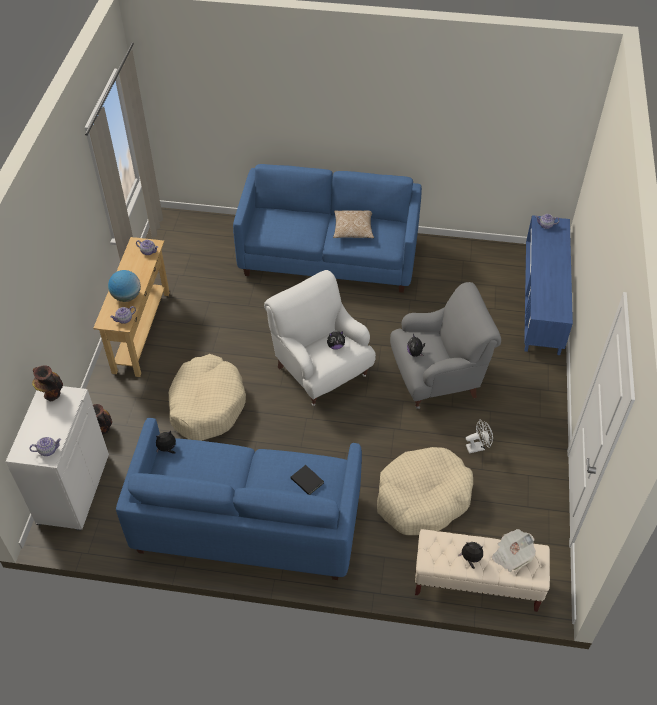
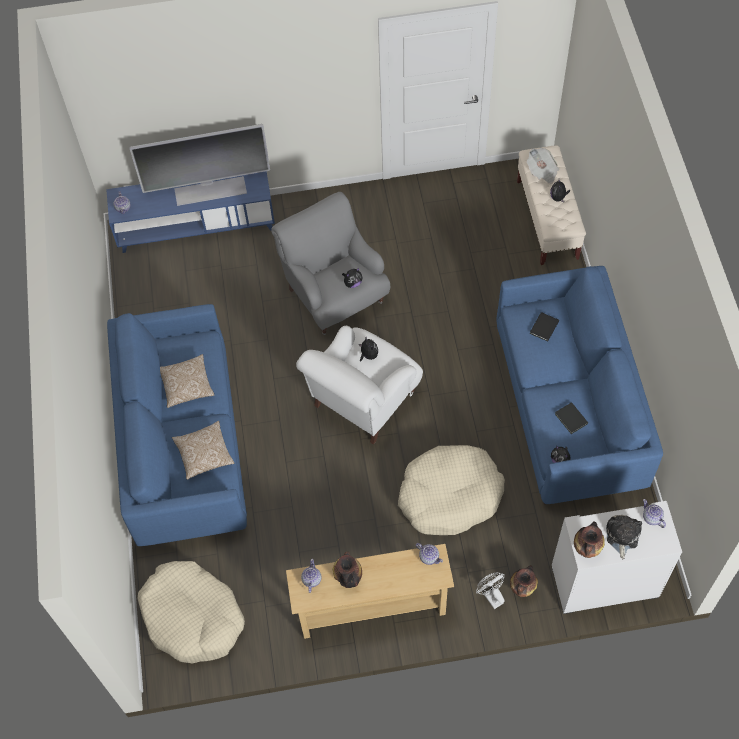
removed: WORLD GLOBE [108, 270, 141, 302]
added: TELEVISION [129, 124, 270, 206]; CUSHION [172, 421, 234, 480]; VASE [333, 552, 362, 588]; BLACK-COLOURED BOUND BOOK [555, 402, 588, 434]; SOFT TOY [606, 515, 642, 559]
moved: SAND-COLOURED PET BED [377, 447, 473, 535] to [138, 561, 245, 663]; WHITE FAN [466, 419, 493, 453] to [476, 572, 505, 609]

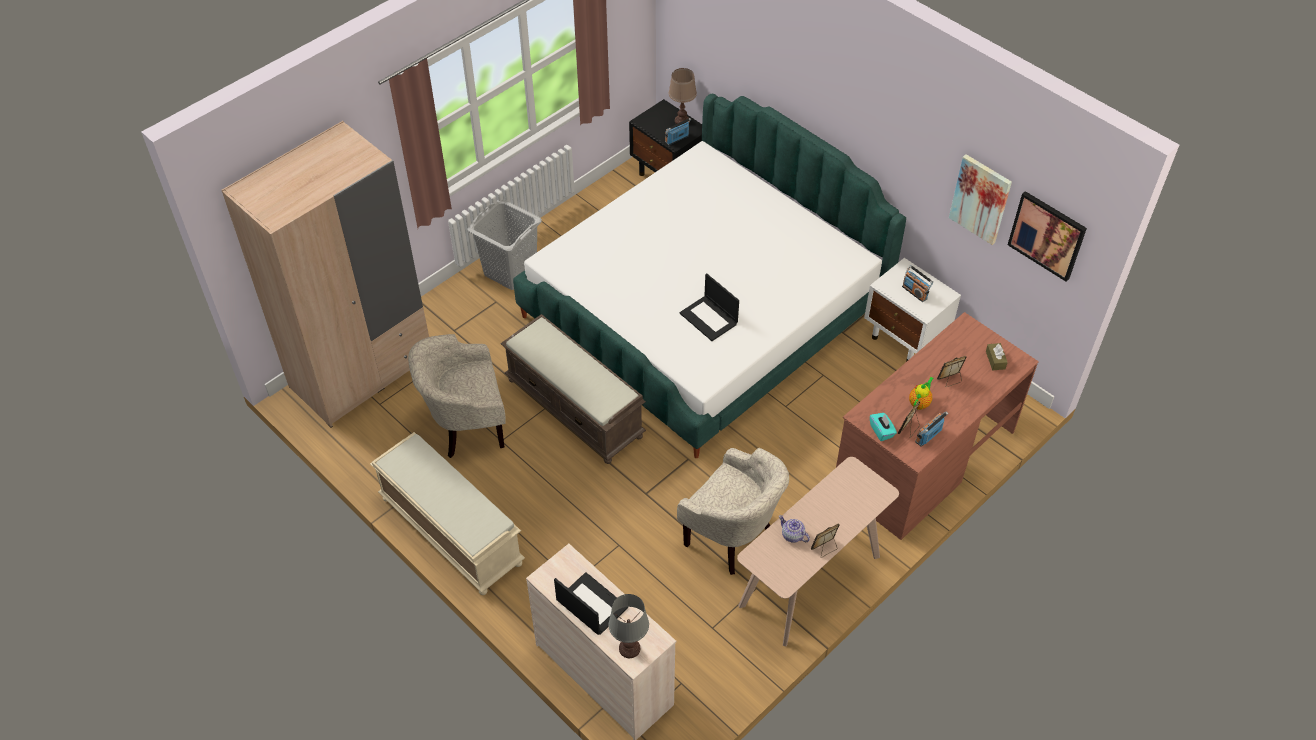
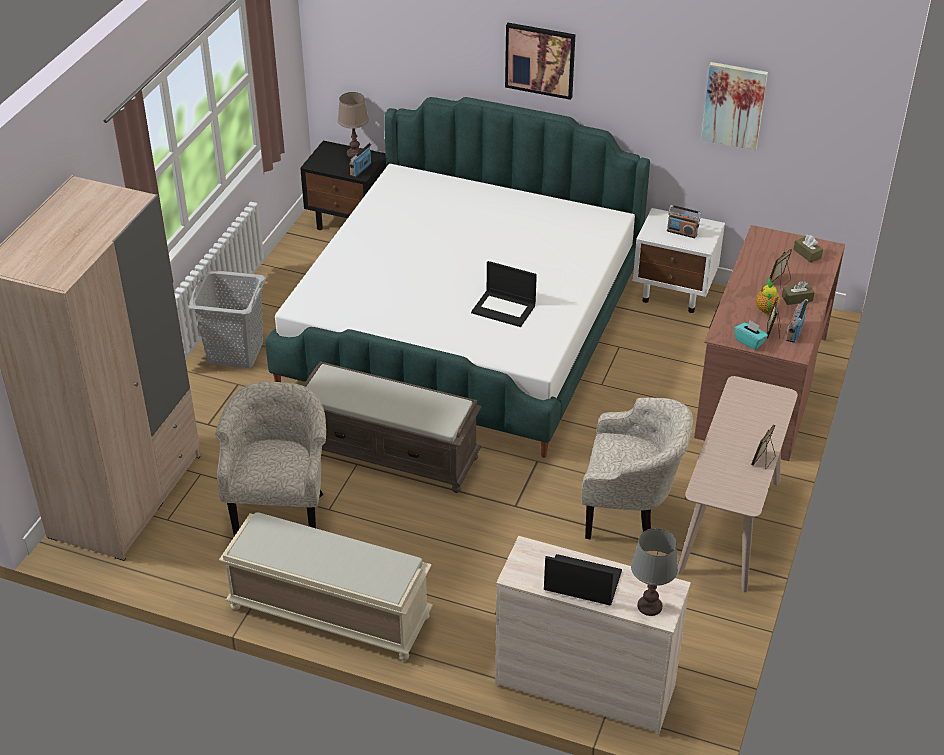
removed: POT FOR TEA [779, 515, 810, 543]
added: BROWN BOX OF TISSUES [782, 281, 815, 305]
moved: PICTURE [1008, 191, 1087, 282] to [505, 23, 575, 100]
turned: SAND-COLOURED ARMCHAIR [408, 334, 506, 458] = [215, 382, 326, 536] 135 degrees clockwise

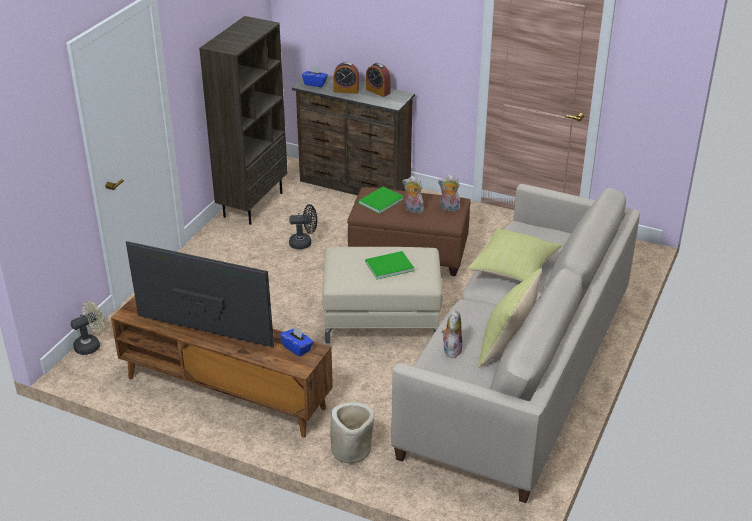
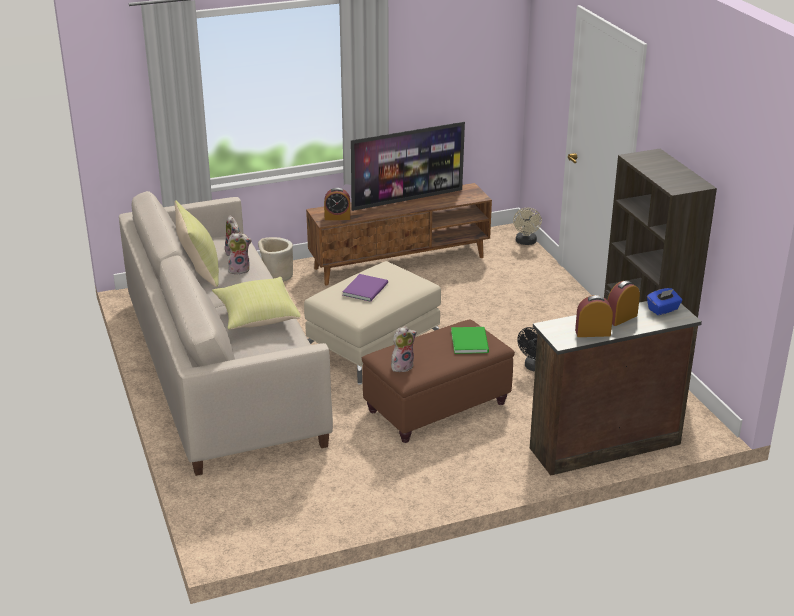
moved: SOFT TOY [402, 176, 424, 214] to [228, 233, 252, 274]
replaced: BLUE BOX OF TISSUES [280, 327, 313, 357] to TABLE CLOCK [324, 188, 351, 220]
recoloured: GREEN BOUND BOOK [365, 251, 414, 280] to PURPLISH BOUND BOOK [342, 274, 388, 302]

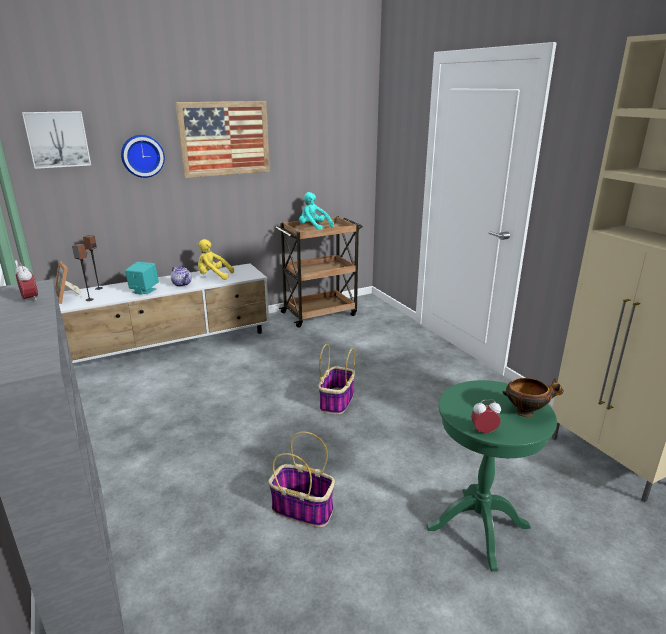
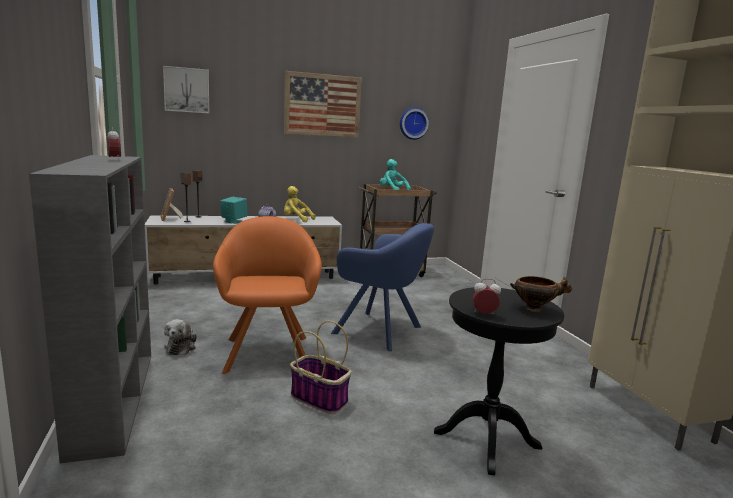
added: SOFT TOY [164, 319, 197, 355]; ORANGEY ARMCHAIR [213, 216, 322, 374]
moved: WALL CLOCK [121, 135, 165, 178] to [400, 107, 429, 140]
replaced: HOUSEHOLD BASKET [318, 344, 355, 414] to BLUE ARMCHAIR [331, 223, 434, 351]
recoloured: GREEN ACCENT TABLE [427, 380, 557, 571] to BLACK-COLOURED ACCENT TABLE [434, 287, 564, 475]

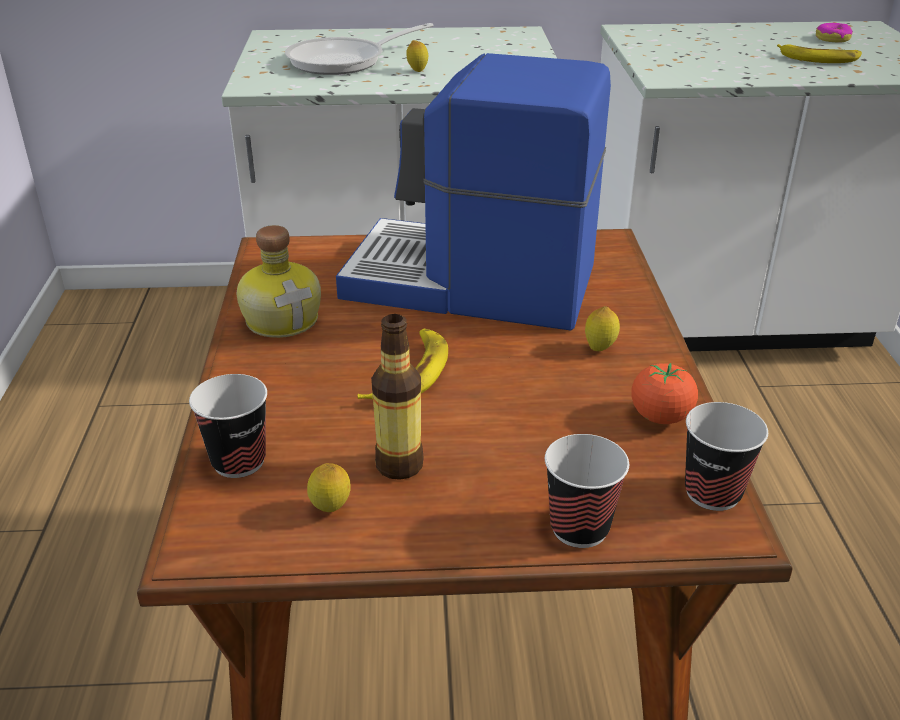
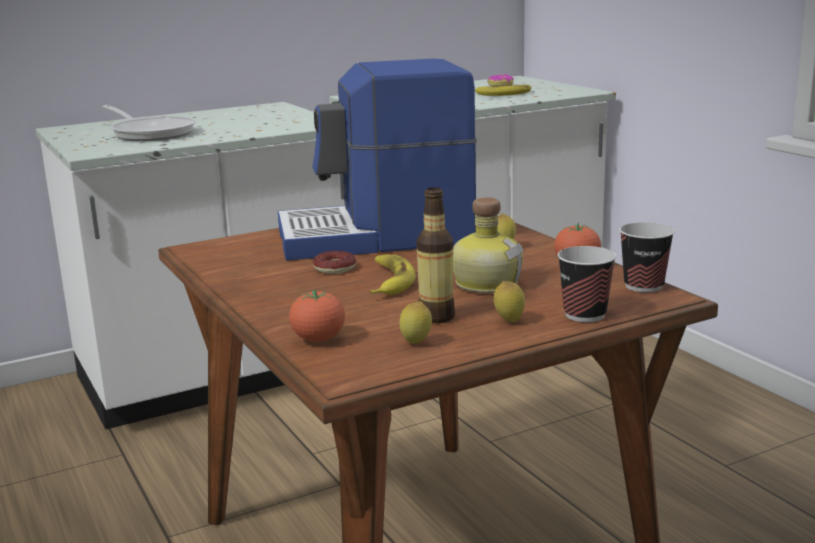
added: DOUGHNUT [313, 251, 356, 274]
moved: BEVERAGE BOTTLE [237, 225, 321, 338] to [453, 197, 524, 293]; CITRUS FRUIT [406, 40, 428, 72] to [494, 281, 525, 322]
replaced: DRINKING CUP [189, 374, 267, 478] to WHOLE TOMATO [289, 289, 345, 342]
turned: SKILLET [285, 23, 434, 75] = [102, 105, 197, 141] 75 degrees counterclockwise

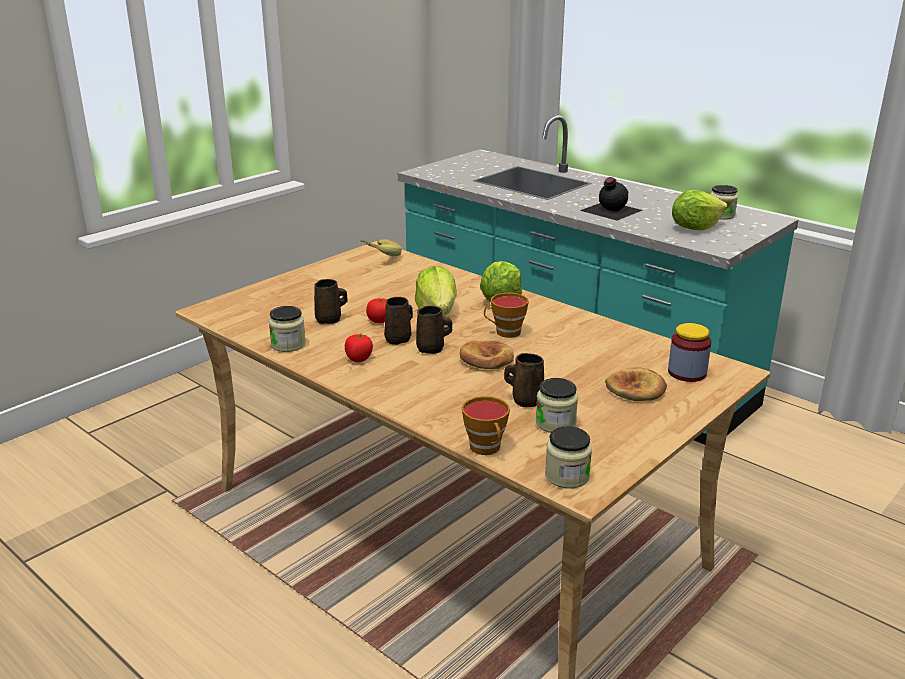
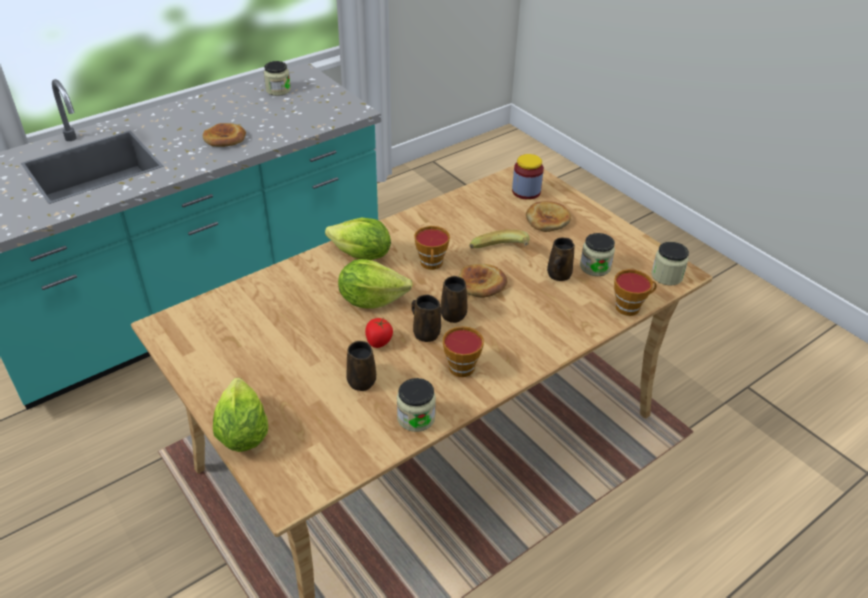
moved: LETTUCE [672, 190, 727, 230] to [213, 378, 268, 452]; WHOLE BANANA [360, 239, 402, 256] to [470, 230, 530, 248]
replaced: BLACK-COLOURED BEVERAGE BOTTLE [580, 177, 642, 221] to BAKERY BREAD [203, 123, 246, 147]; WHOLE TOMATO [345, 334, 373, 363] to DRINKING CUP [443, 326, 484, 377]

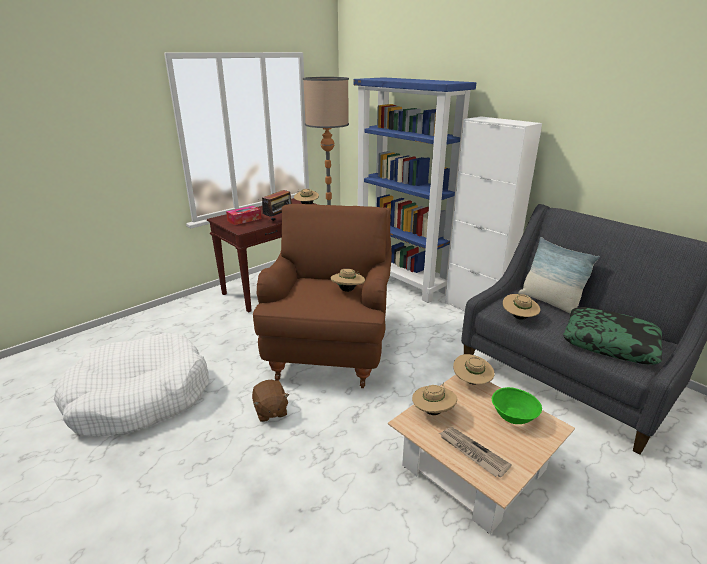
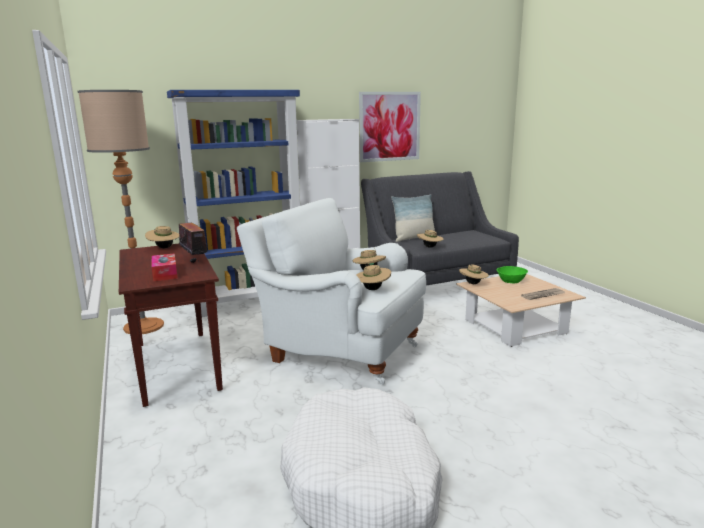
removed: BROWN SOFT TOY [252, 380, 289, 422]; CUSHION [563, 307, 662, 365]
added: PICTURE [359, 92, 421, 162]
moved: SAND-COLOURED WEARABLE HAT [412, 383, 457, 415] to [356, 263, 391, 290]
recoloured: BROWN ARMCHAIR [253, 204, 392, 388] to WHITE ARMCHAIR [237, 198, 426, 385]

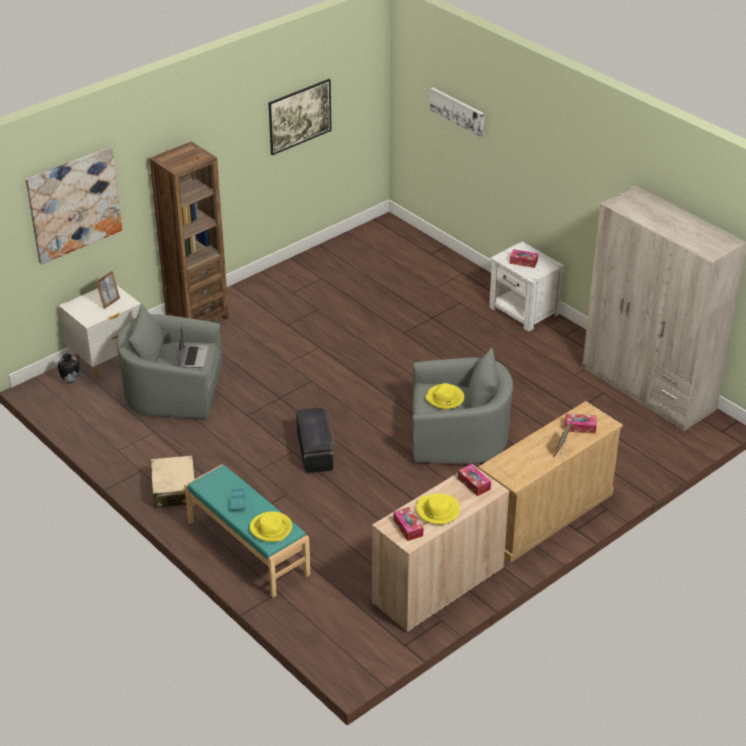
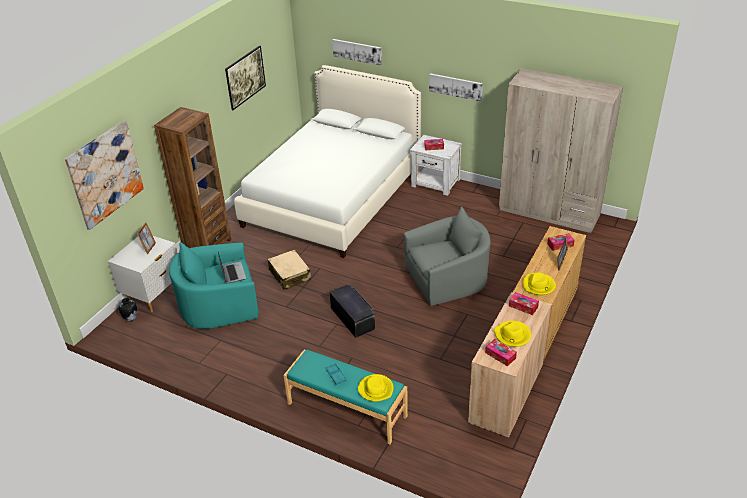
added: WHITE BED [234, 65, 421, 258]; PICTURE [429, 73, 483, 102]
moved: SAND-COLOURED SUITCASE [151, 455, 195, 508] to [268, 249, 311, 290]; YELLOW-COLOURED WEARABLE HAT [425, 383, 464, 409] to [523, 272, 556, 295]
recoloured: GRAY ARMCHAIR [117, 304, 222, 419] to BLUE-GREEN ARMCHAIR [169, 242, 258, 329]

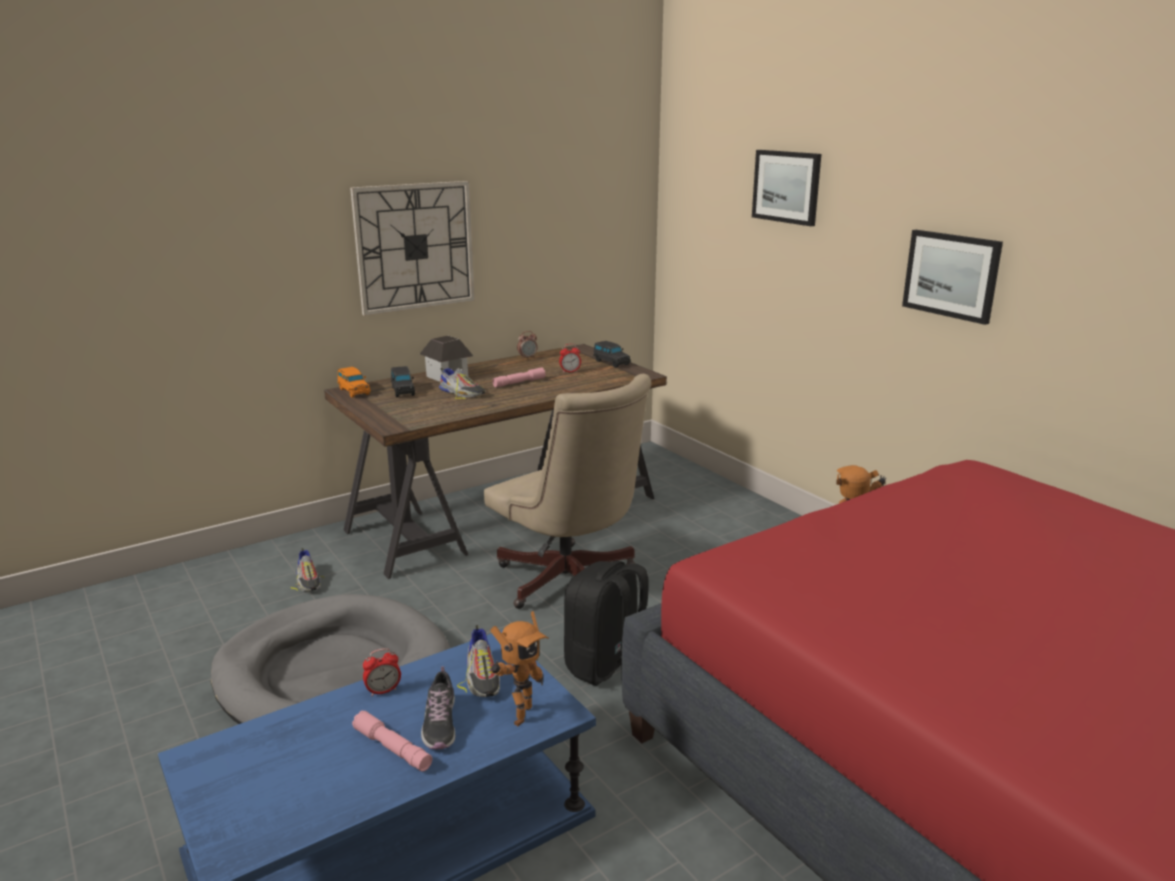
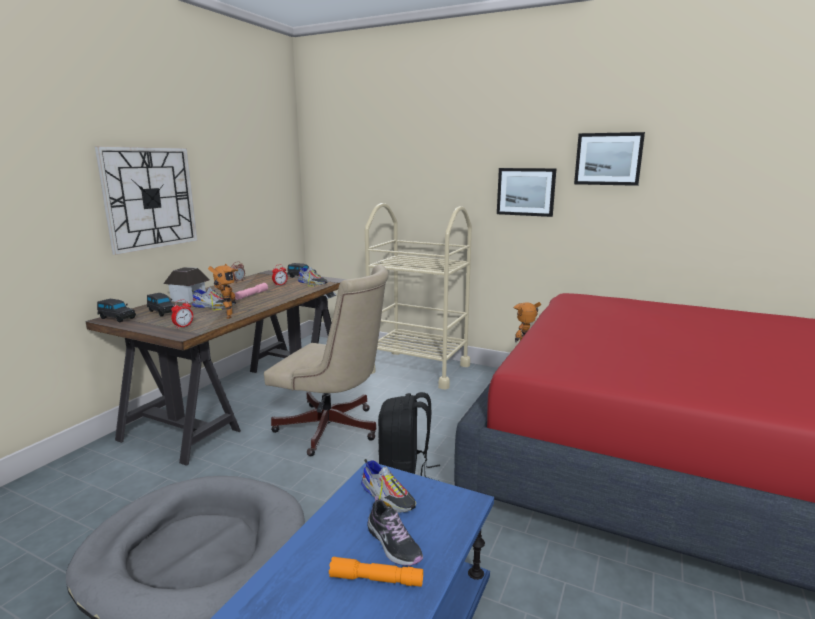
added: SAND-COLOURED TROLLEY [365, 203, 472, 389]
moved: TABLE CLOCK [363, 648, 401, 696] to [171, 300, 193, 329]; MODEL ROBOT [490, 611, 548, 726] to [208, 264, 239, 319]; SHOE [291, 548, 325, 592] to [298, 267, 328, 286]; PICTURE [752, 150, 821, 226] to [574, 132, 645, 186]
recoloured: ORANGEY TOY CAR [338, 367, 371, 398] to BLACK-COLOURED TOY CAR [97, 299, 136, 322]; PINKISH FLASHLIGHT [352, 710, 432, 772] to ORANGEY FLASHLIGHT [329, 556, 423, 587]

